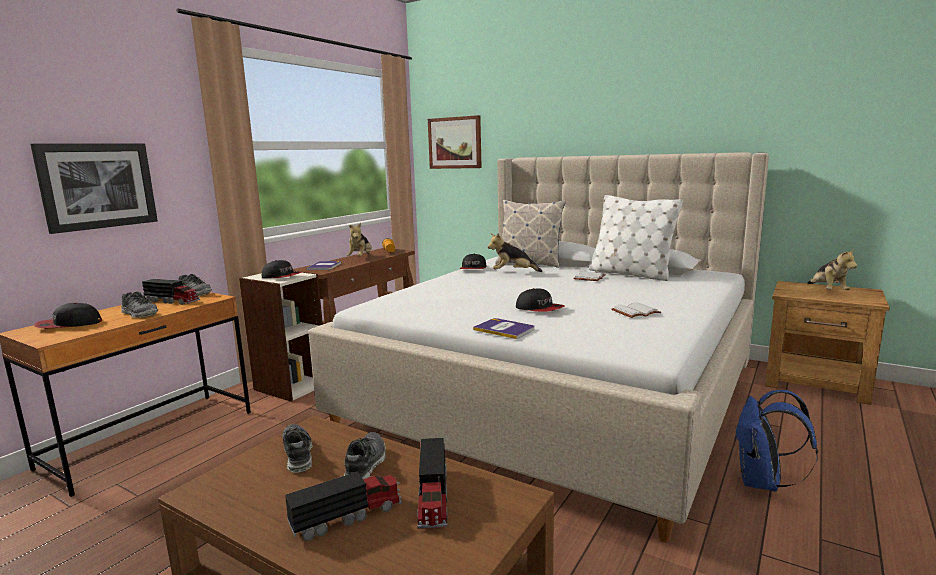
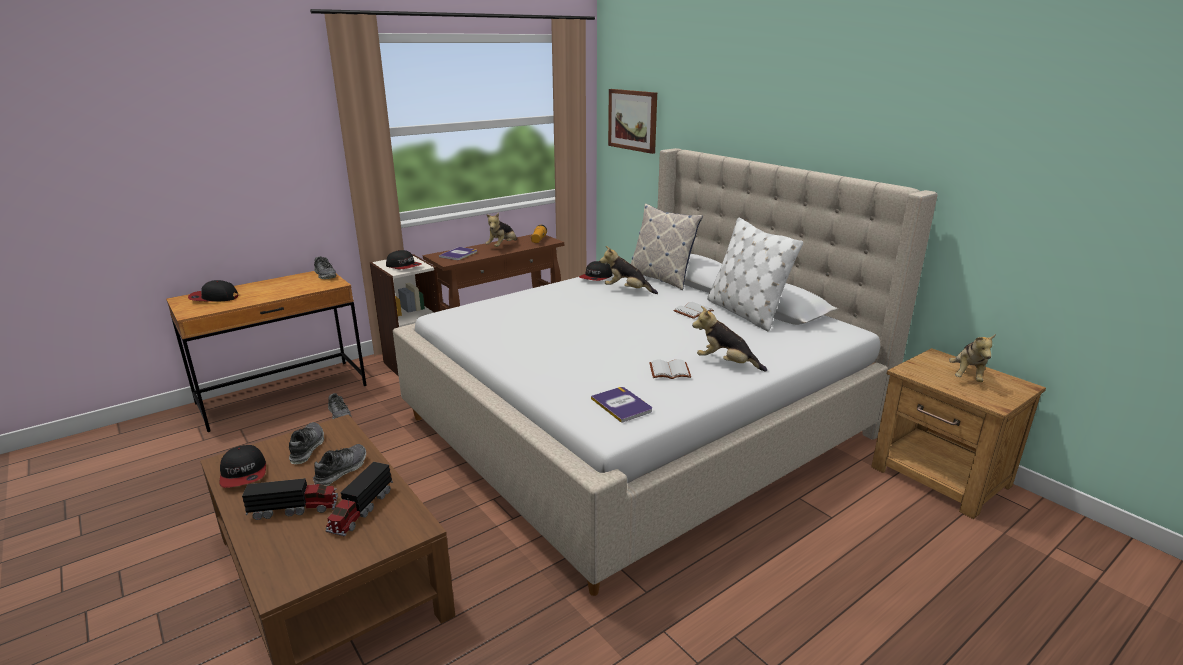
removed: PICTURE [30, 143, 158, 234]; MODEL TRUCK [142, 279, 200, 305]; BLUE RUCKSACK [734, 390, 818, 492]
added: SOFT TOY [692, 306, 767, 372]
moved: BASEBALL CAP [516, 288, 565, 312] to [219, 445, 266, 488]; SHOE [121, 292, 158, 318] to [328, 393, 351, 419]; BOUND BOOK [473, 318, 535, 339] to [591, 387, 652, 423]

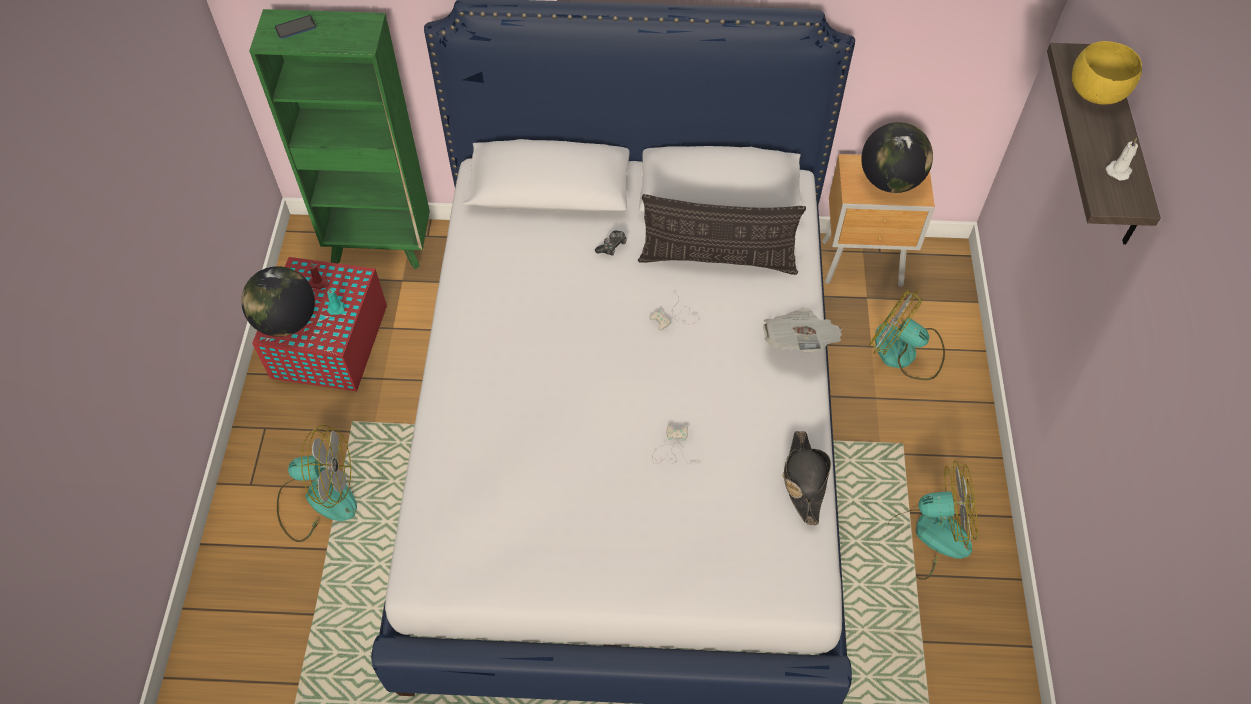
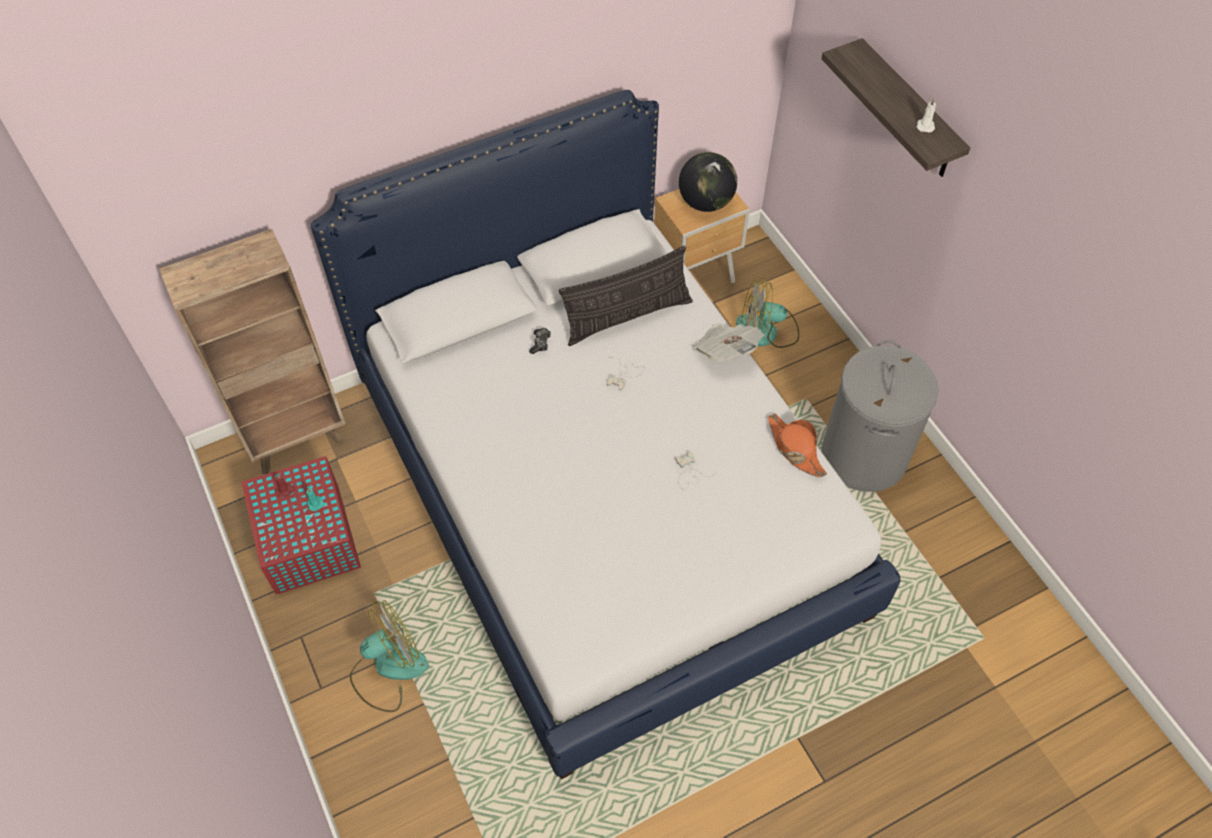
removed: WORLD GLOBE [241, 266, 315, 337]; TELEPHONE [275, 15, 316, 39]; YELLOW-COLOURED DEEP DISH [1072, 41, 1142, 105]
replaced: FAN [889, 461, 978, 580] to GRAY HAMPER [821, 340, 938, 492]
recoloured: GREEN BOOKSHELF [249, 9, 430, 269] to BROWN BOOKSHELF [159, 229, 346, 474]; BLACK-COLOURED WEARABLE HAT [783, 431, 831, 525] to ORANGEY WEARABLE HAT [768, 413, 827, 477]

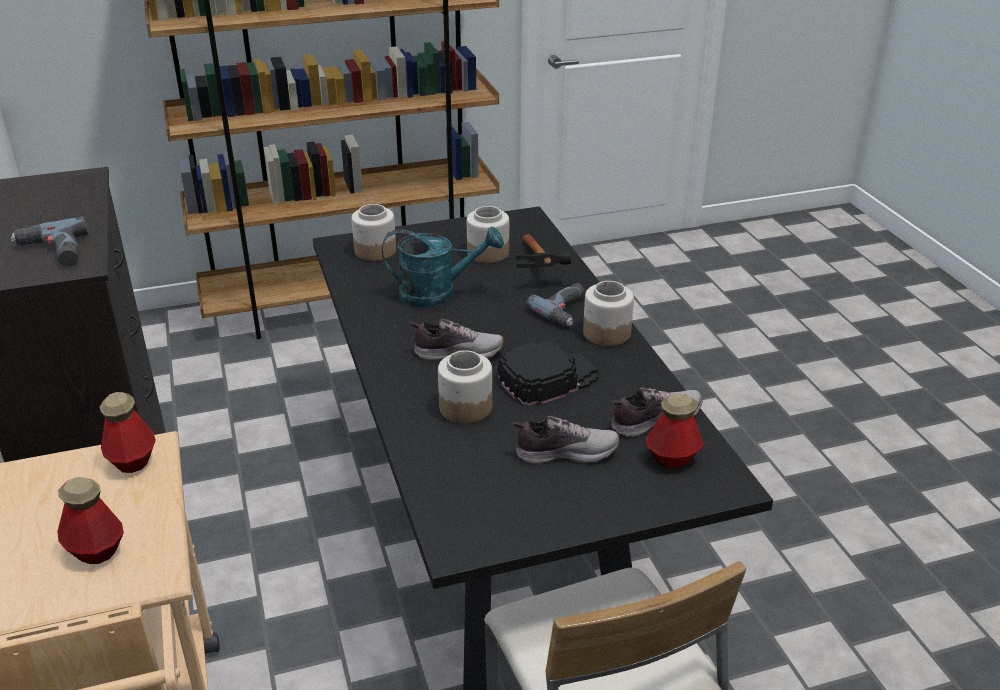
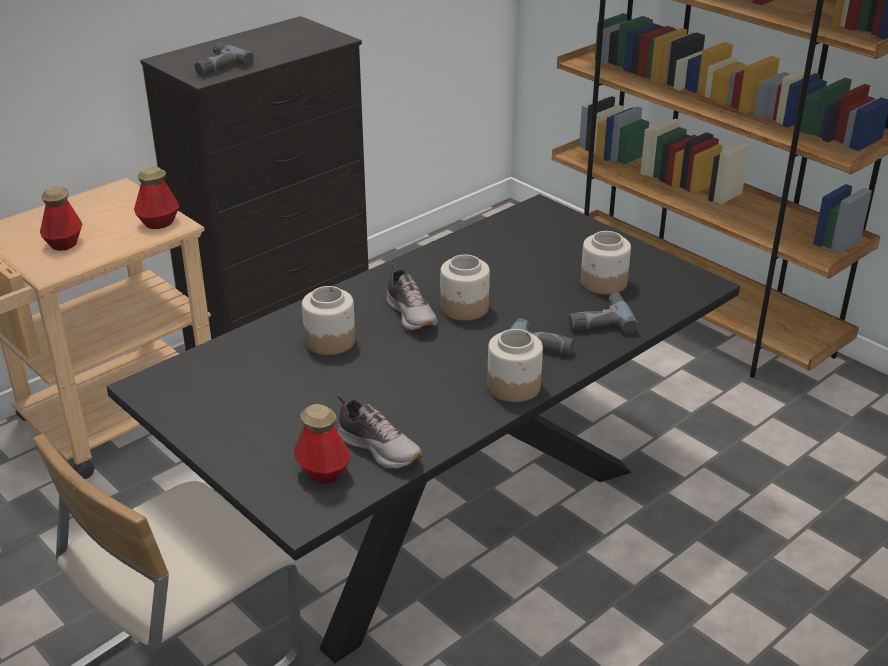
removed: BLUE-GREEN WATERING CAN [382, 227, 504, 308]; BLACK-COLOURED BASEBALL CAP [498, 341, 598, 406]; SHOE [513, 415, 619, 463]
moved: STORAGE JAR [351, 204, 396, 261] to [440, 255, 490, 321]
replaced: HAMMER [516, 234, 571, 268] to POWER DRILL [569, 293, 638, 333]

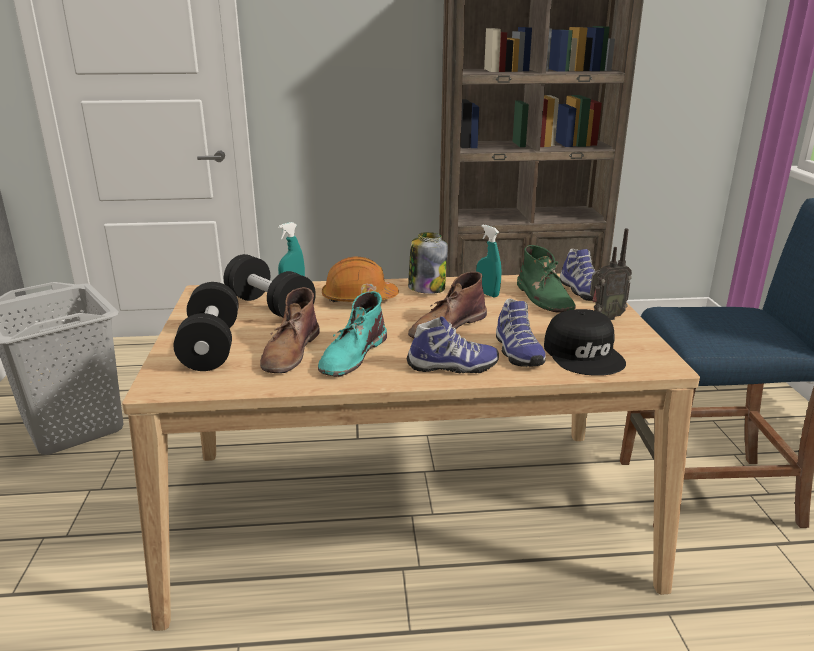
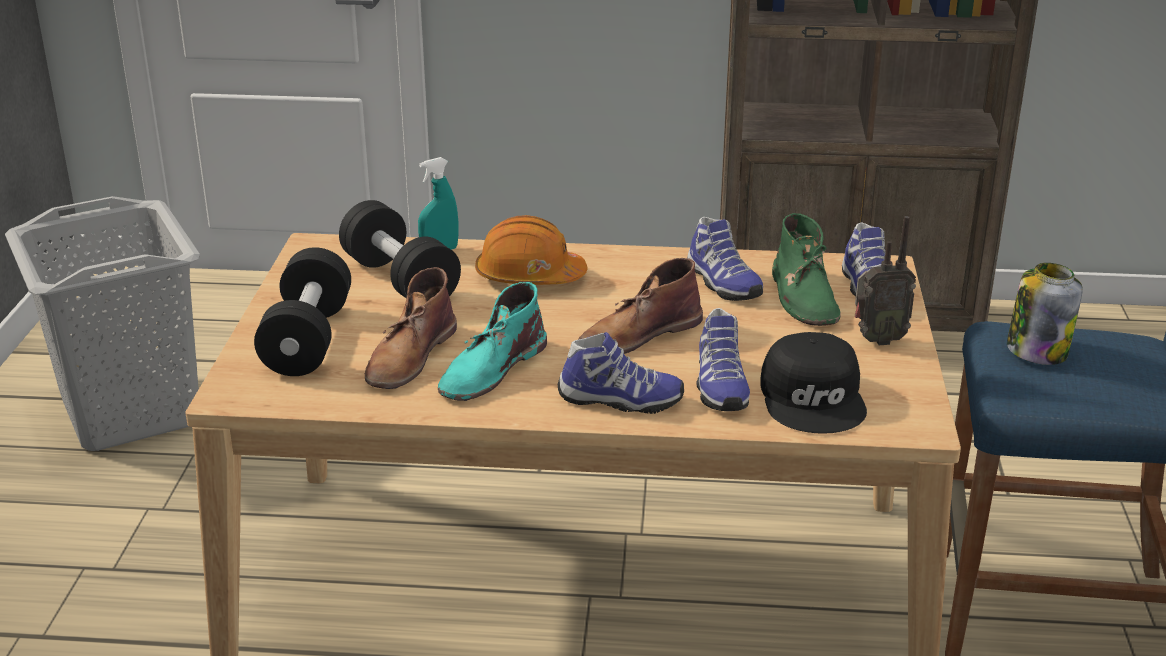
moved: STORAGE JAR [408, 232, 448, 294] to [1007, 263, 1083, 365]
replaced: BLUE-GREEN SPRAYER [476, 225, 501, 298] to SHOE [687, 217, 763, 301]

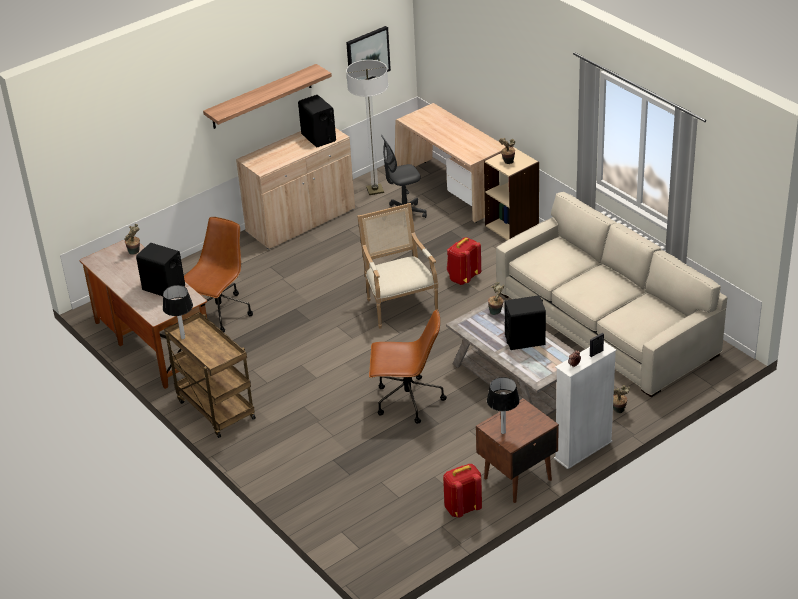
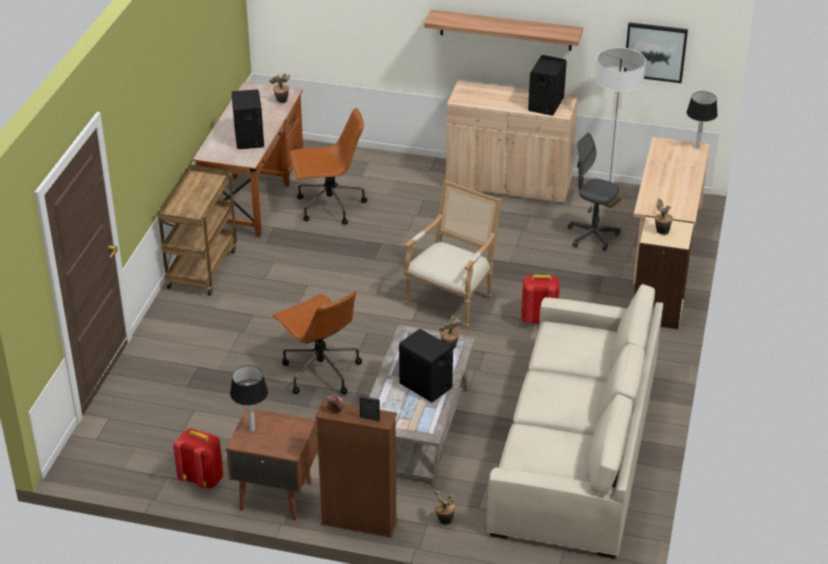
moved: LAMP FOR A TABLE [163, 285, 193, 339] to [687, 91, 718, 149]
recoloured: WHITE BOOKSHELF [554, 342, 617, 469] to BROWN BOOKSHELF [315, 400, 398, 538]

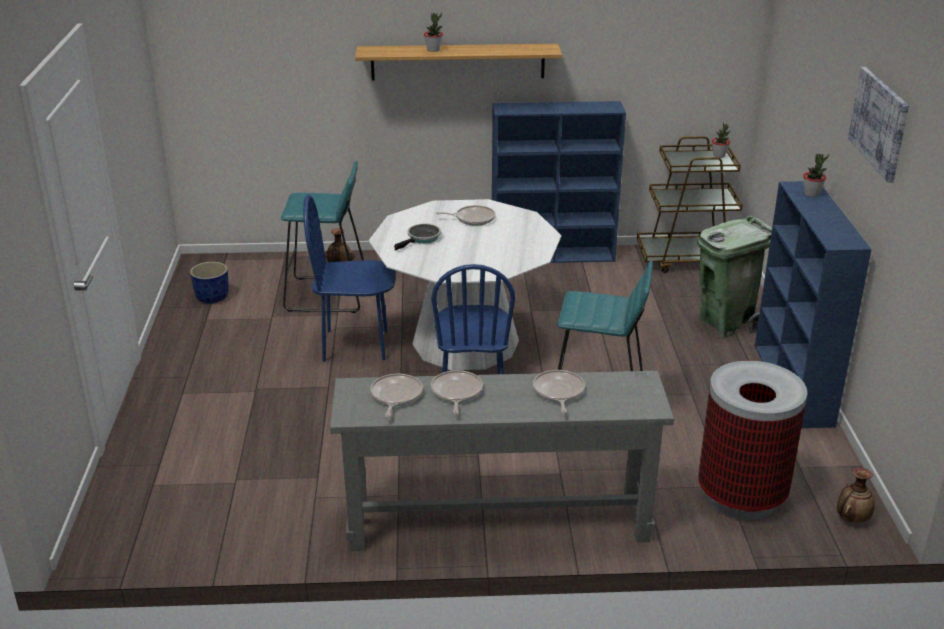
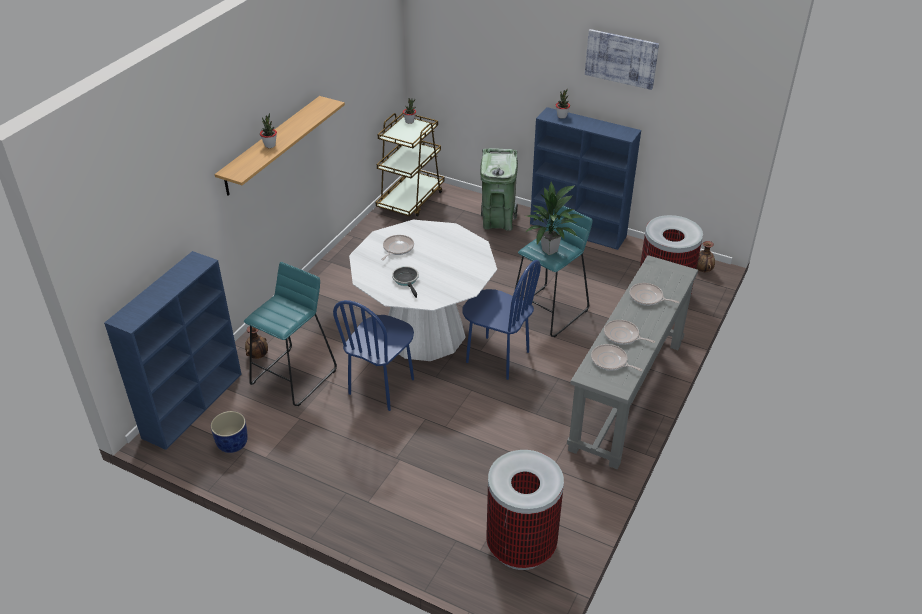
added: TRASH CAN [486, 450, 564, 570]; HOUSEPLANT [526, 182, 583, 255]
moved: BLUE BOOKSHELF [492, 101, 626, 263] to [104, 251, 241, 450]

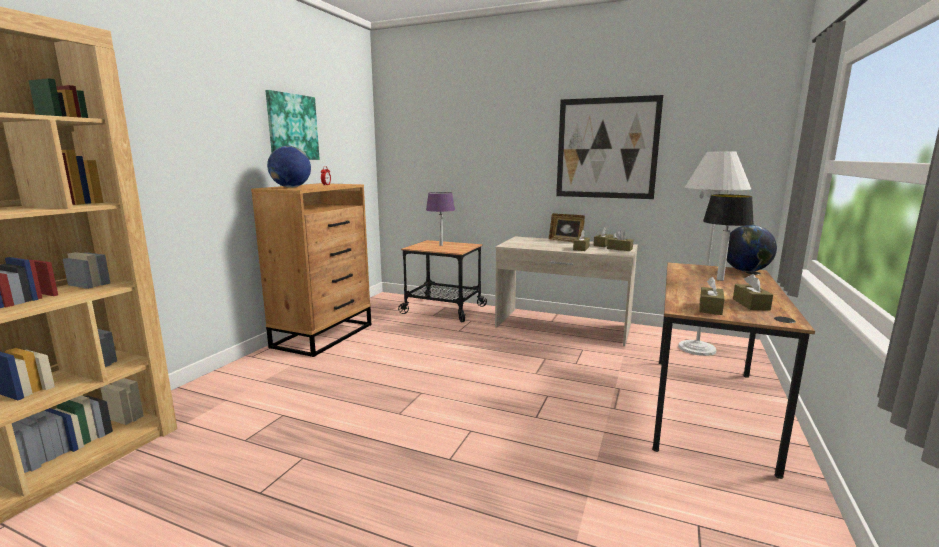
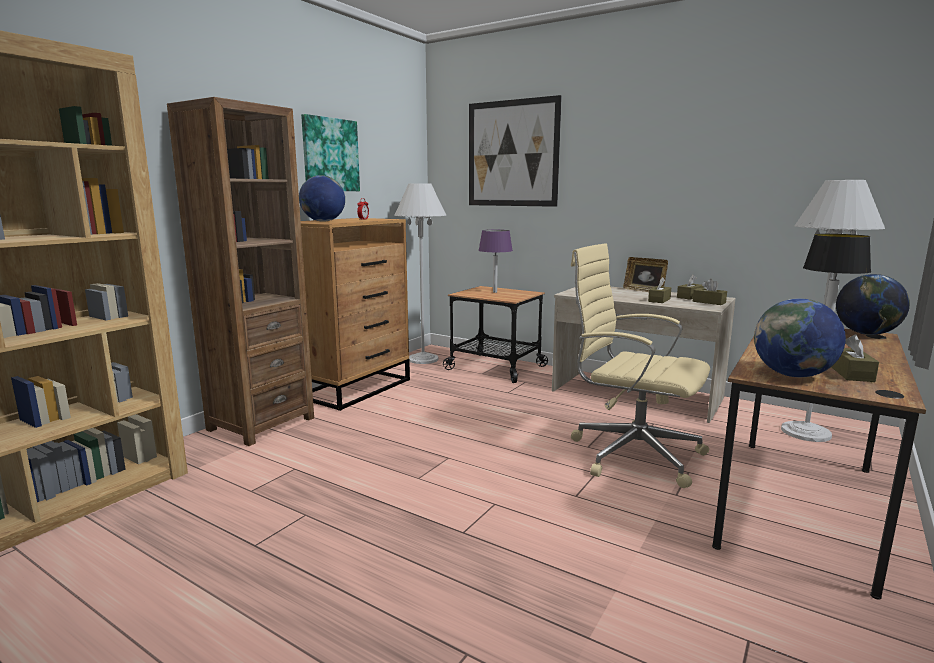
added: BROWN BOOKSHELF [167, 97, 314, 446]; WHITE STANDING LAMP [394, 183, 446, 364]; SAND-COLOURED COMPUTER CHAIR [571, 243, 710, 488]
moved: PICTURE [556, 95, 663, 199] to [469, 95, 562, 207]
replaced: BROWN BOX OF TISSUES [699, 277, 724, 315] to WORLD GLOBE [754, 298, 846, 377]

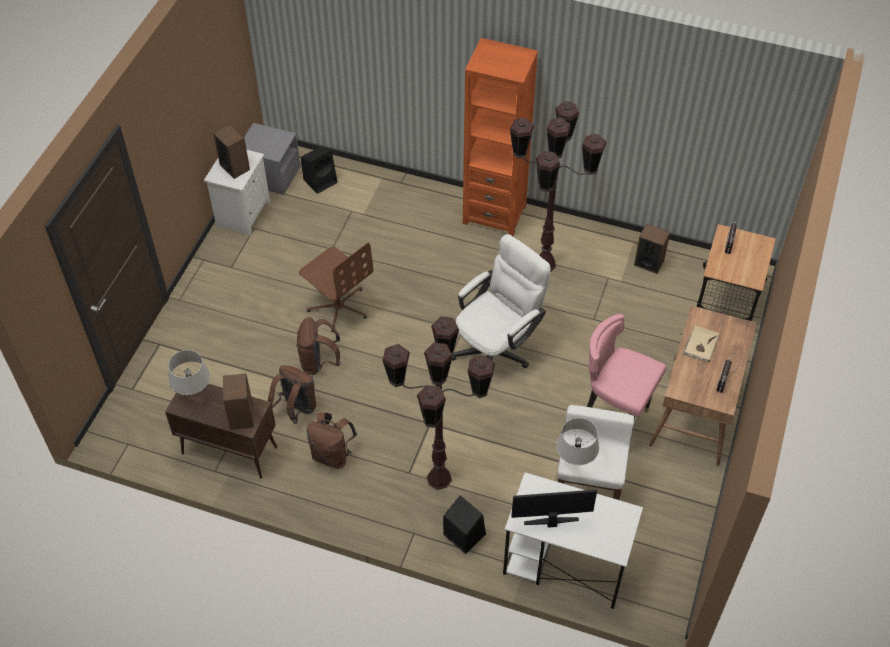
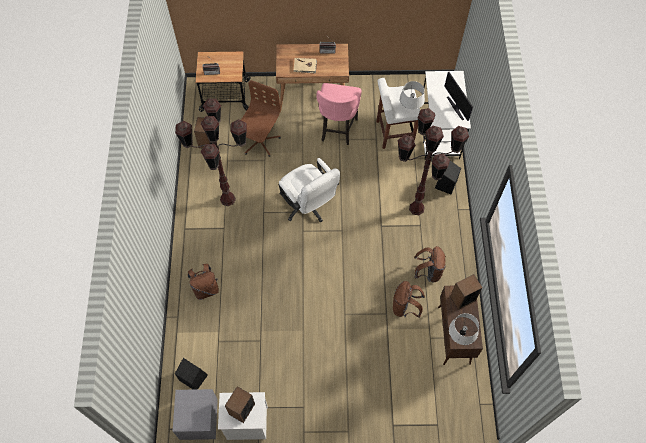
removed: ORANGEY BOOKSHELF [463, 38, 538, 236]
moved: BROWN RUCKSACK [296, 317, 340, 375] to [188, 264, 219, 300]; BROWN COMPUTER CHAIR [299, 243, 373, 332] to [241, 80, 281, 157]
turned: WHITE COMPUTER CHAIR [452, 234, 551, 368] = [279, 158, 340, 223] 150 degrees counterclockwise

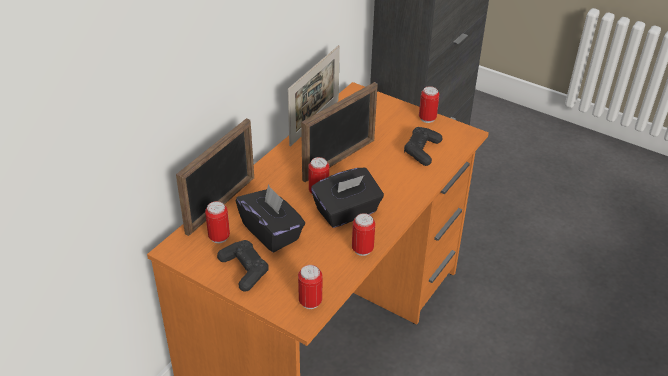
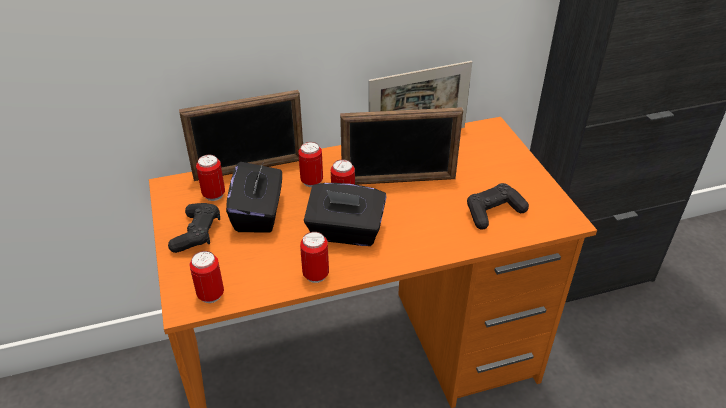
moved: SEALED CAN [419, 86, 439, 123] to [298, 142, 323, 187]

